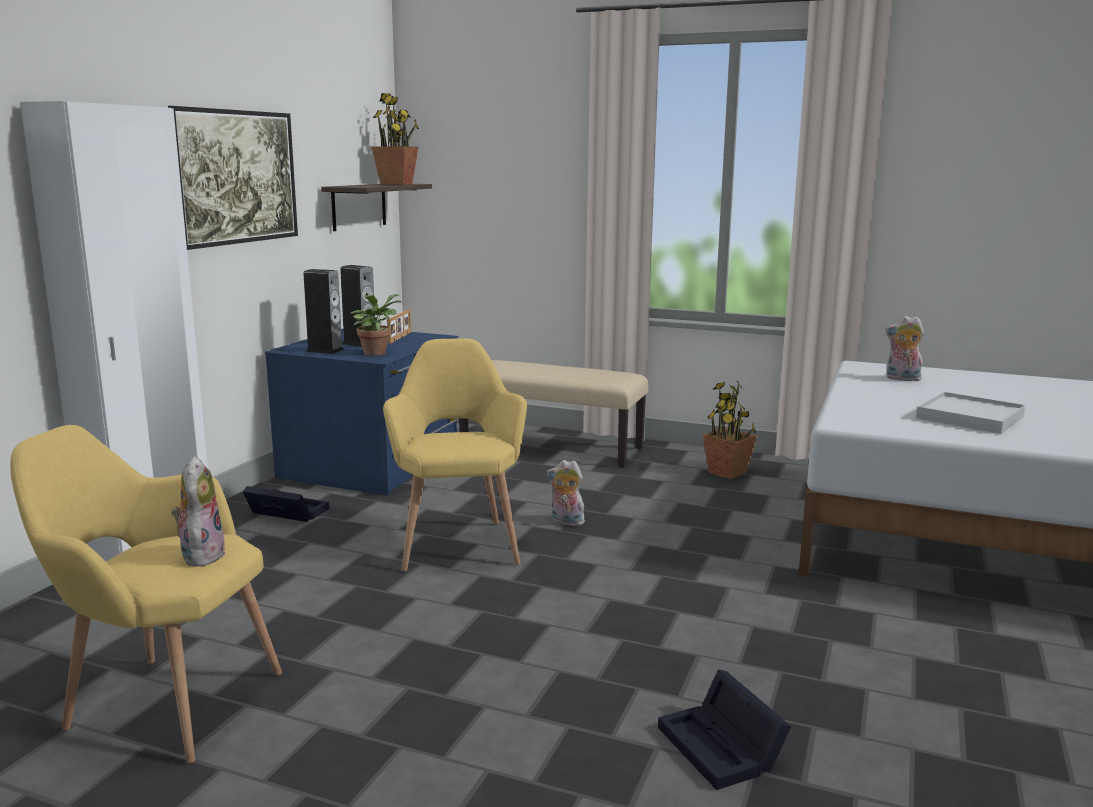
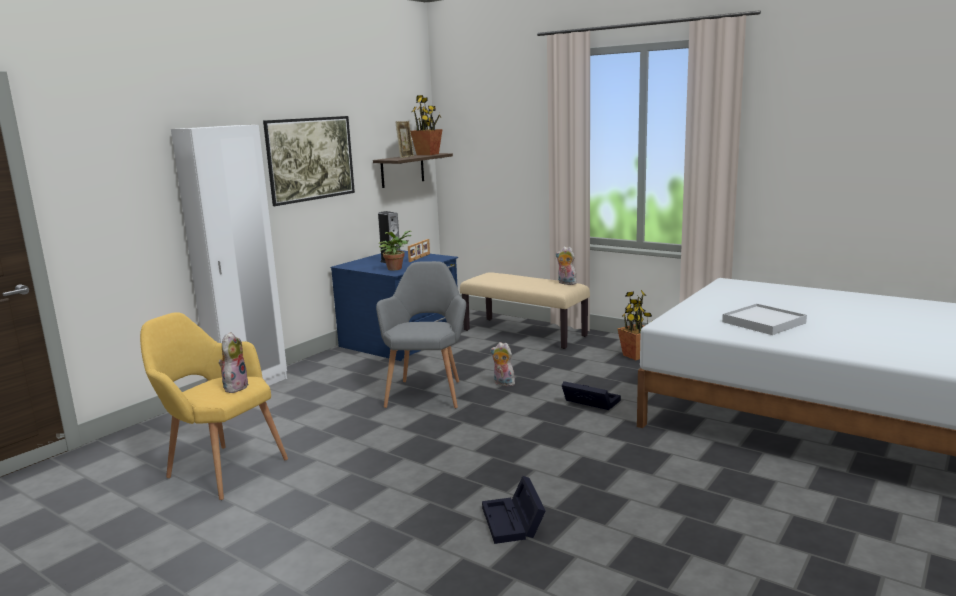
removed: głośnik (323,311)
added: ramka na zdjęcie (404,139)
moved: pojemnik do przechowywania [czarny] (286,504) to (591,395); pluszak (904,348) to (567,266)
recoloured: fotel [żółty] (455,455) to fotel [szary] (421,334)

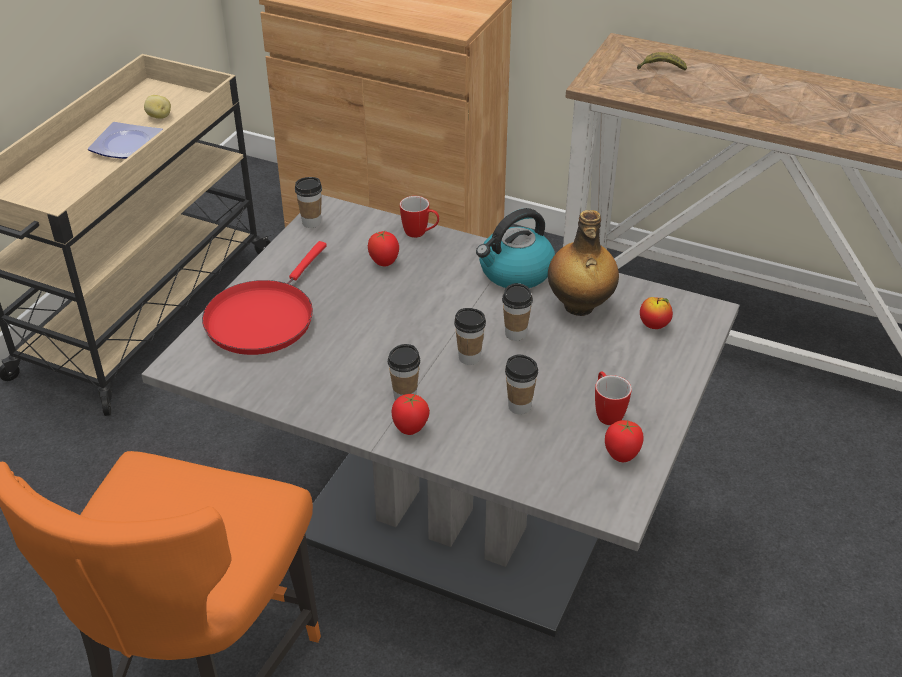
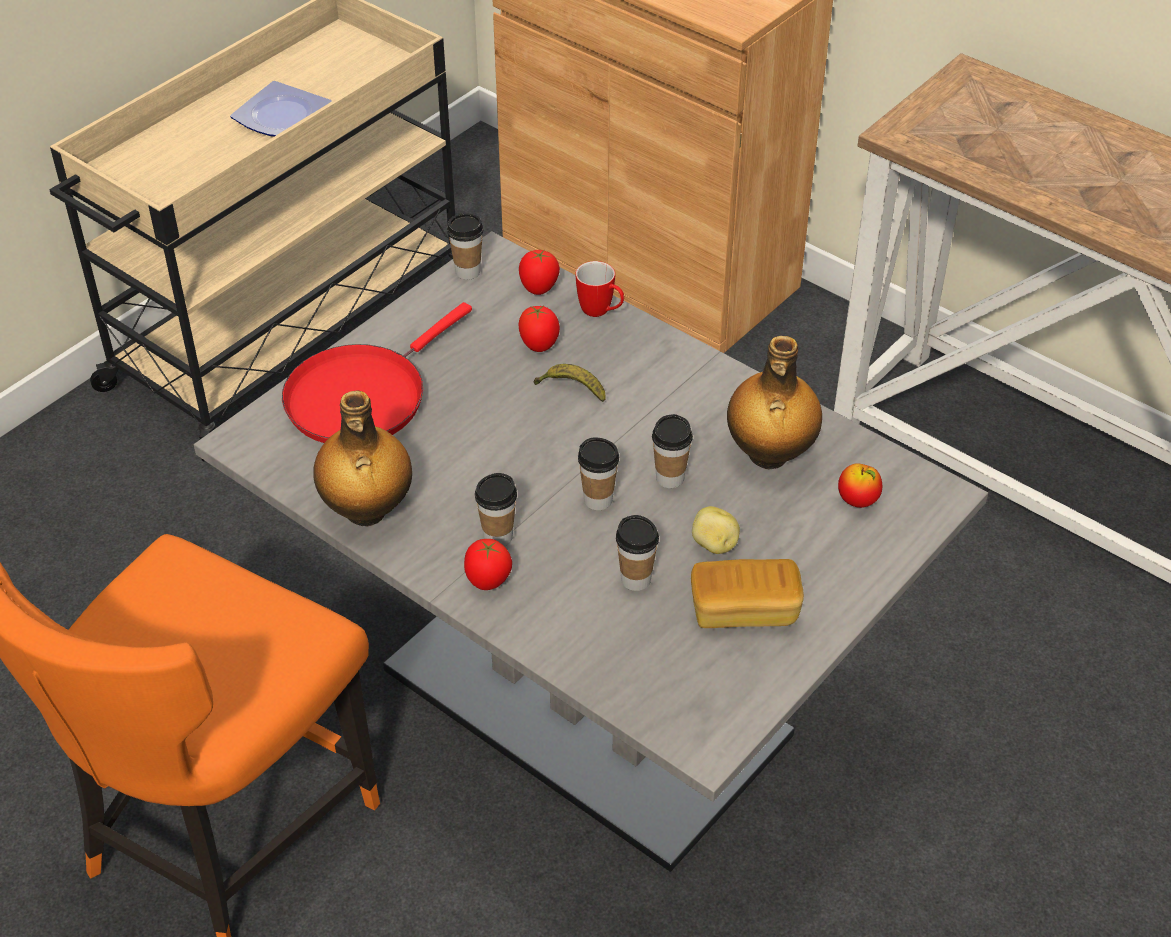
removed: czajnik (515,248)
added: butelka (362,458)
moved: ziemniak (157,107) to (716,530); pomidor (624,441) to (539,272); banan (662,61) to (570,383)
replaced: kubek (613,398) to chleb (747,593)

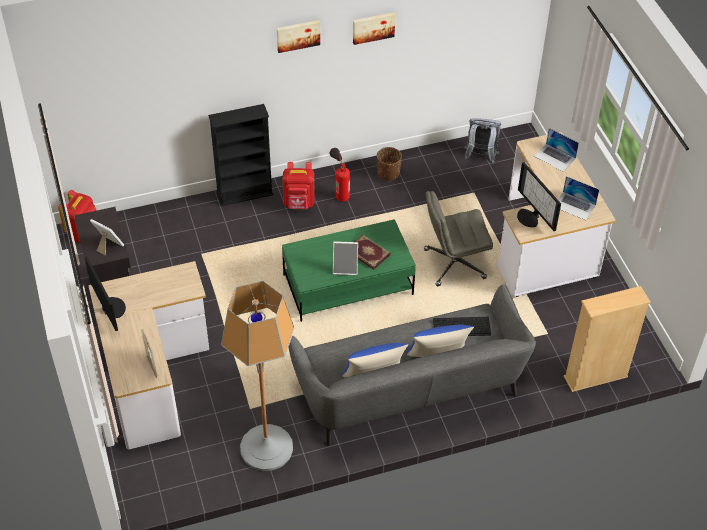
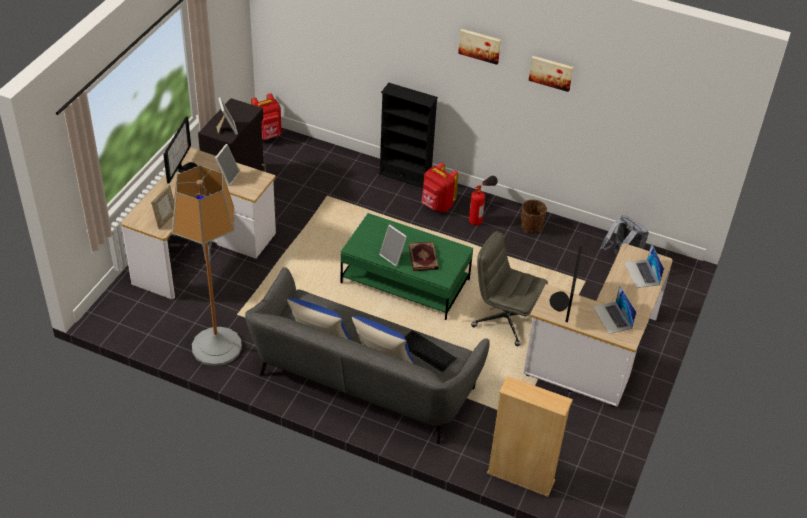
added: ramka na zdjęcie (227,165)

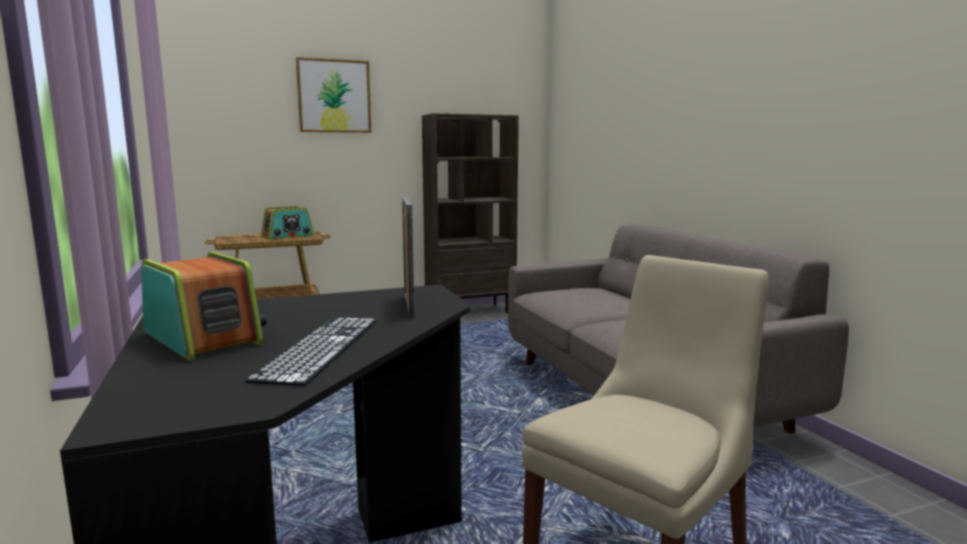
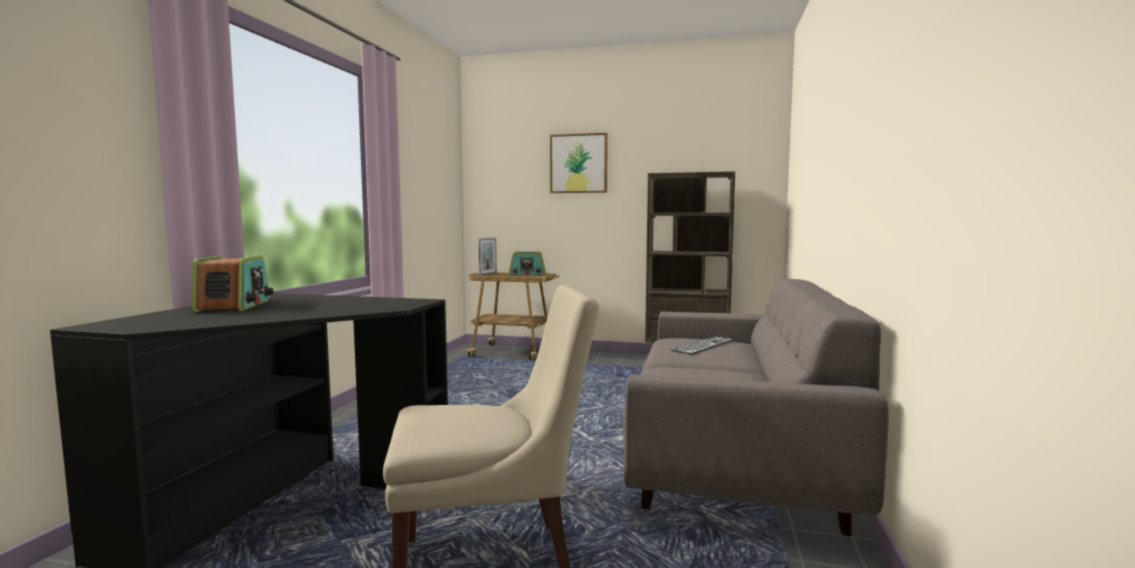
moved: klawiatura (311,352) to (702,346); ramka na zdjęcie (408,257) to (487,257)

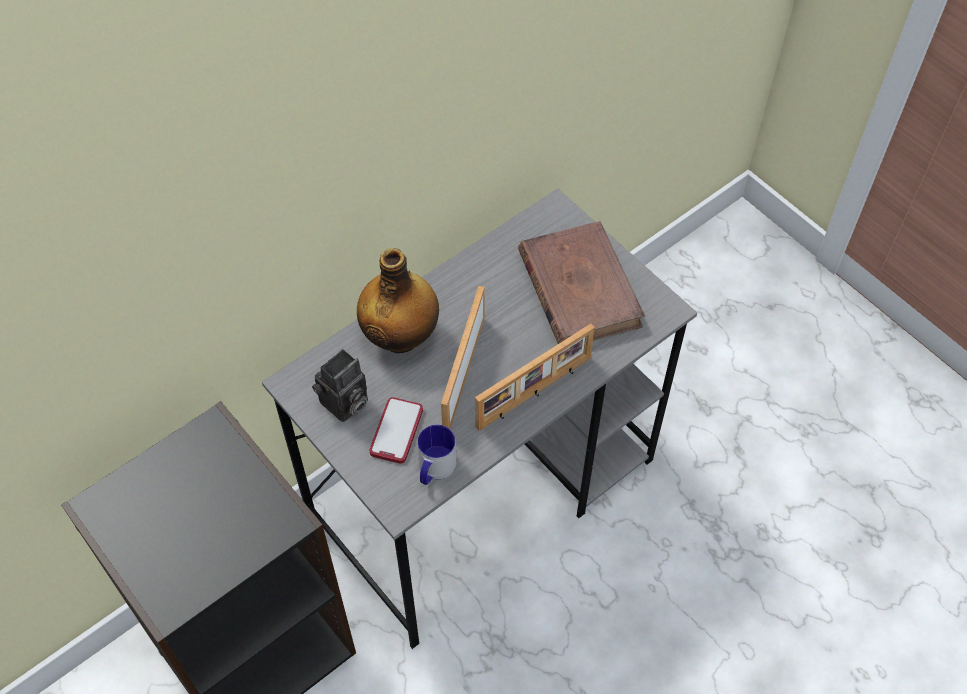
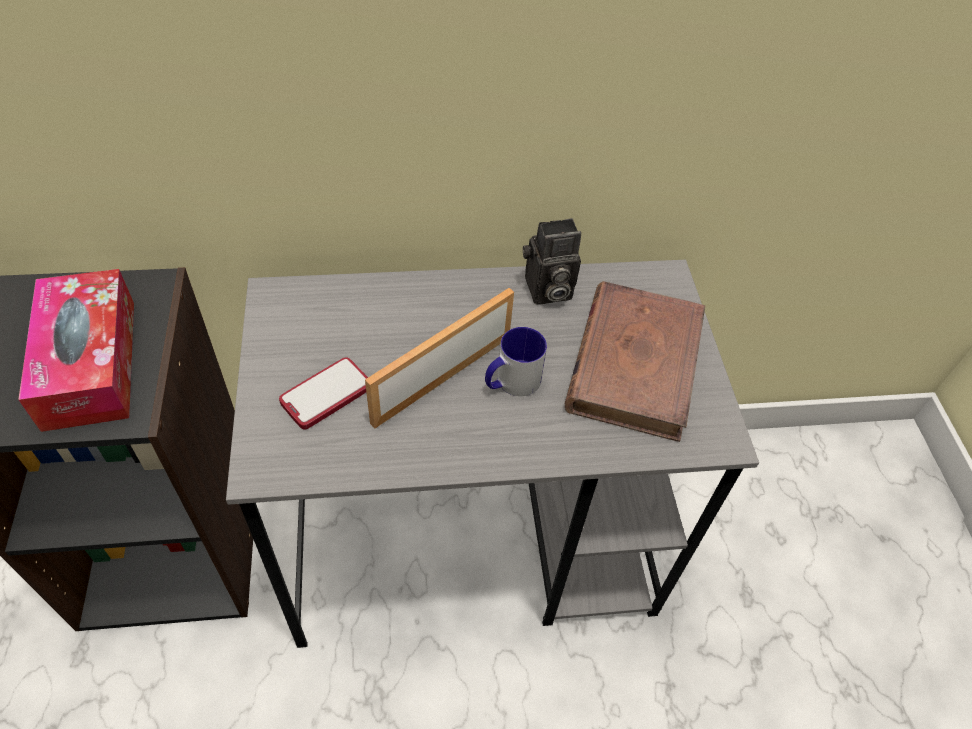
removed: butelka (398,300); ramka na zdjęcie (535,377)
added: pudełko chusteczek (76,350)
moved: aparat fotograficzny (340,385) to (552,261); kubek (437,455) to (516,361)

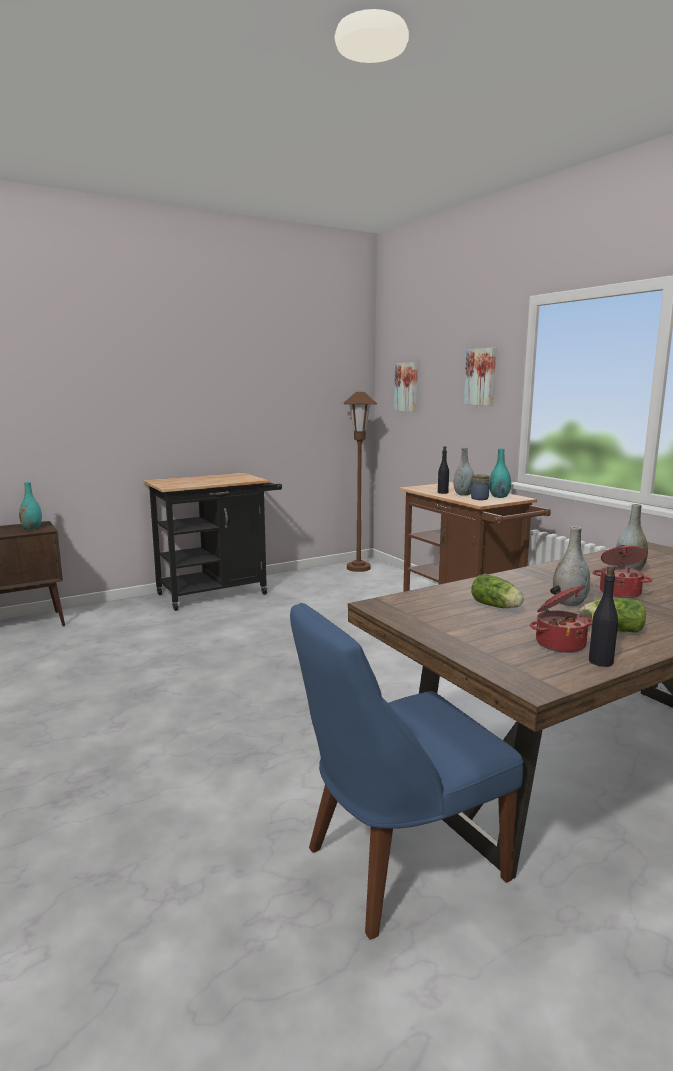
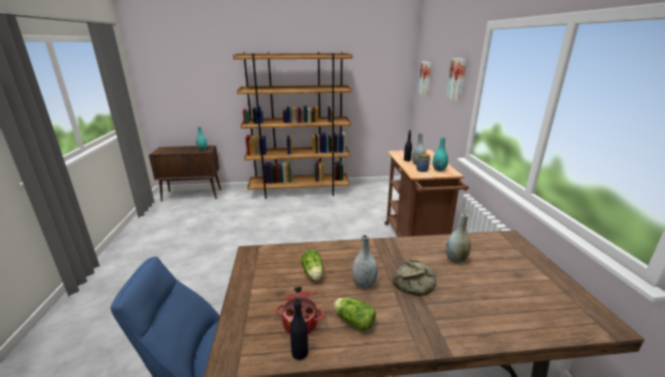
removed: lampa stojąca [brązowy] (360,482)
replaced: wózek [czarny] (213,542) to regał [brązowy] (292,125); garnek (623,571) to chleb (414,278)

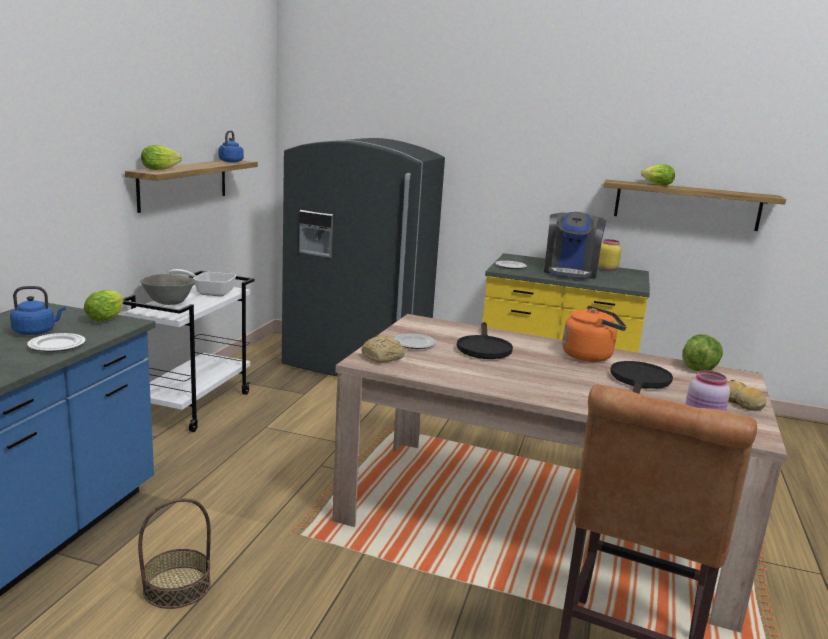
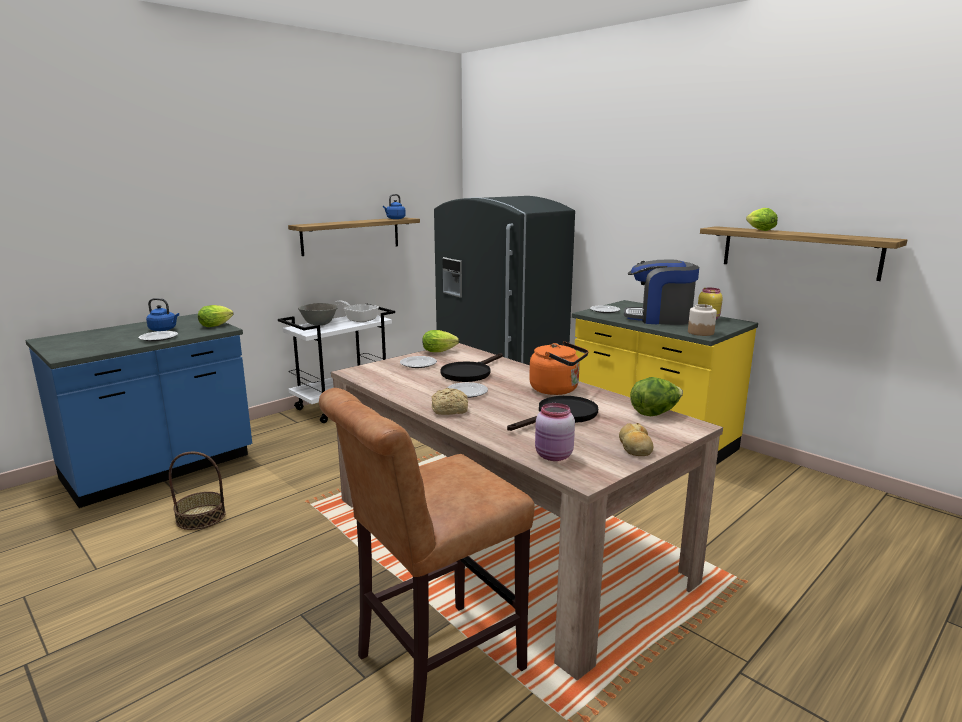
added: talerz (467,390); słoik (702,320)
moved: sałata (161,157) to (440,341); chleb (383,349) to (449,401)
turned: ekspres do kawy (575,245) = (661,292) 60 degrees clockwise

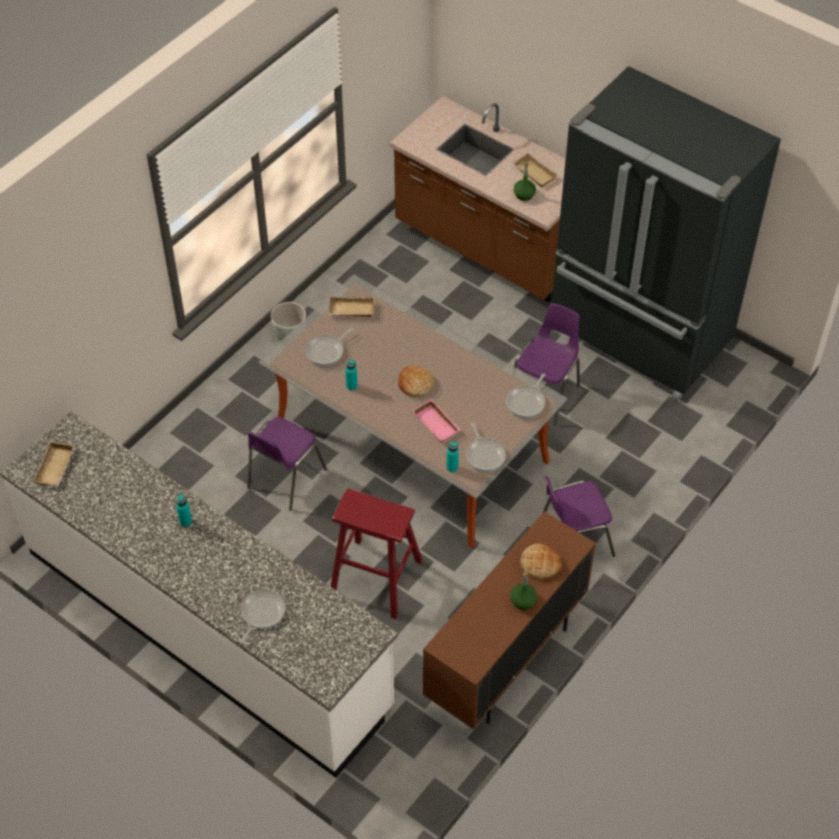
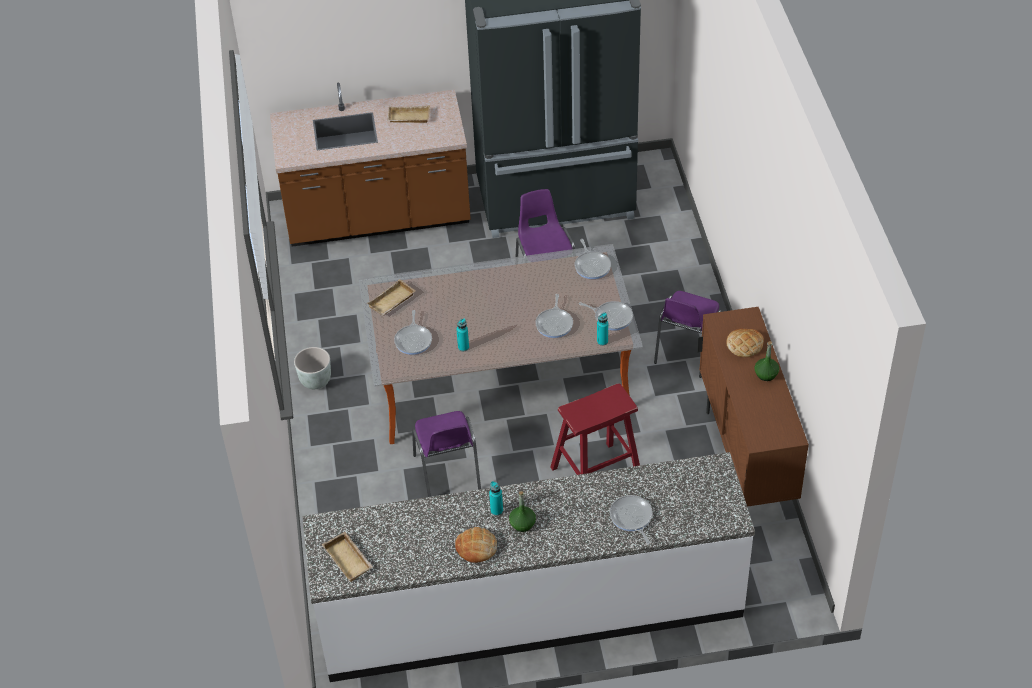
moved: chleb (416,381) to (476,545); butelka [zielony] (524,181) to (522,511)
replaced: taca [różowy] (436,421) to patelnia (554,316)

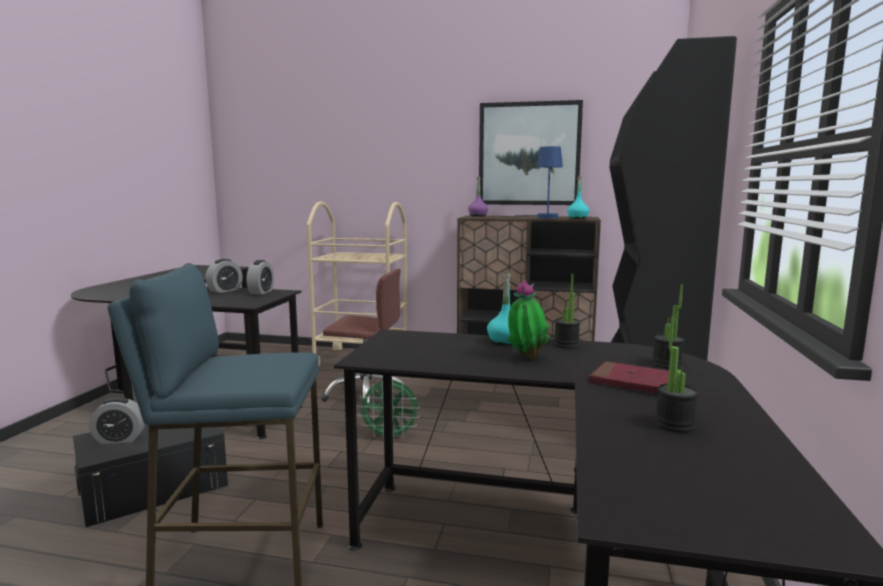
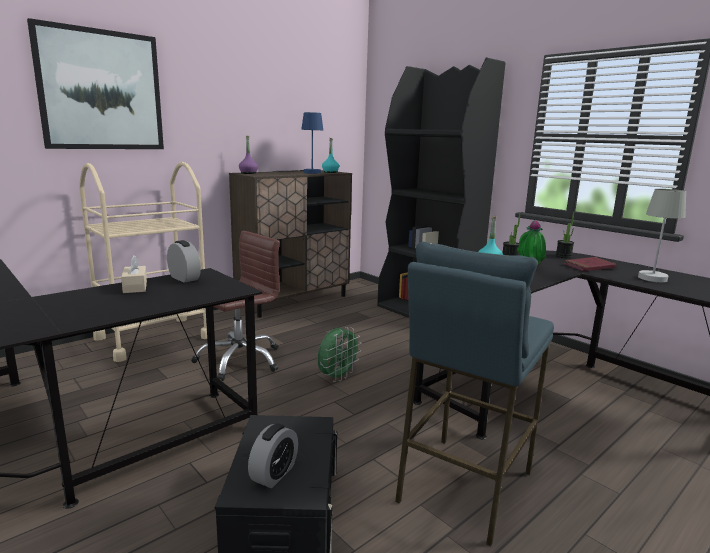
moved: obraz (531,152) to (95,83)
replaced: budzik (224,276) to pudełko chusteczek [beżowy] (134,274); roślina doniczkowa (676,374) to lampa stołowa [szary] (659,236)

